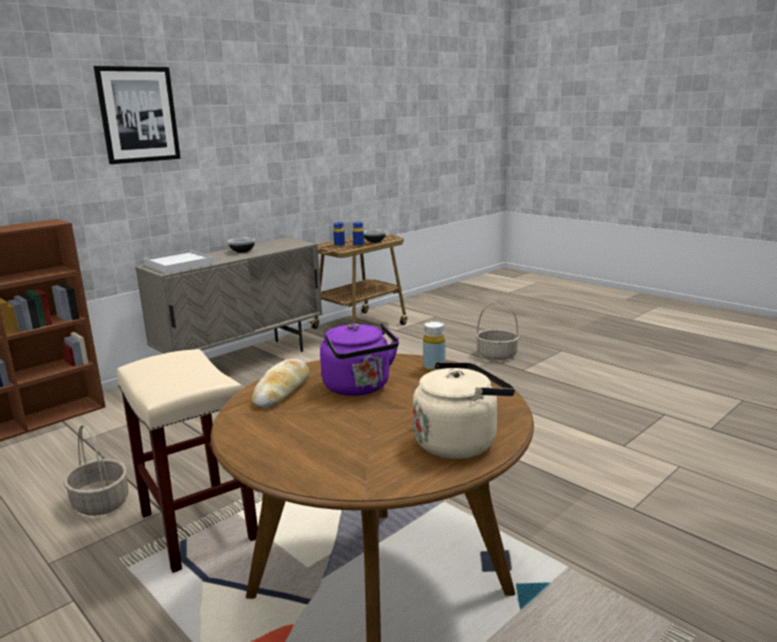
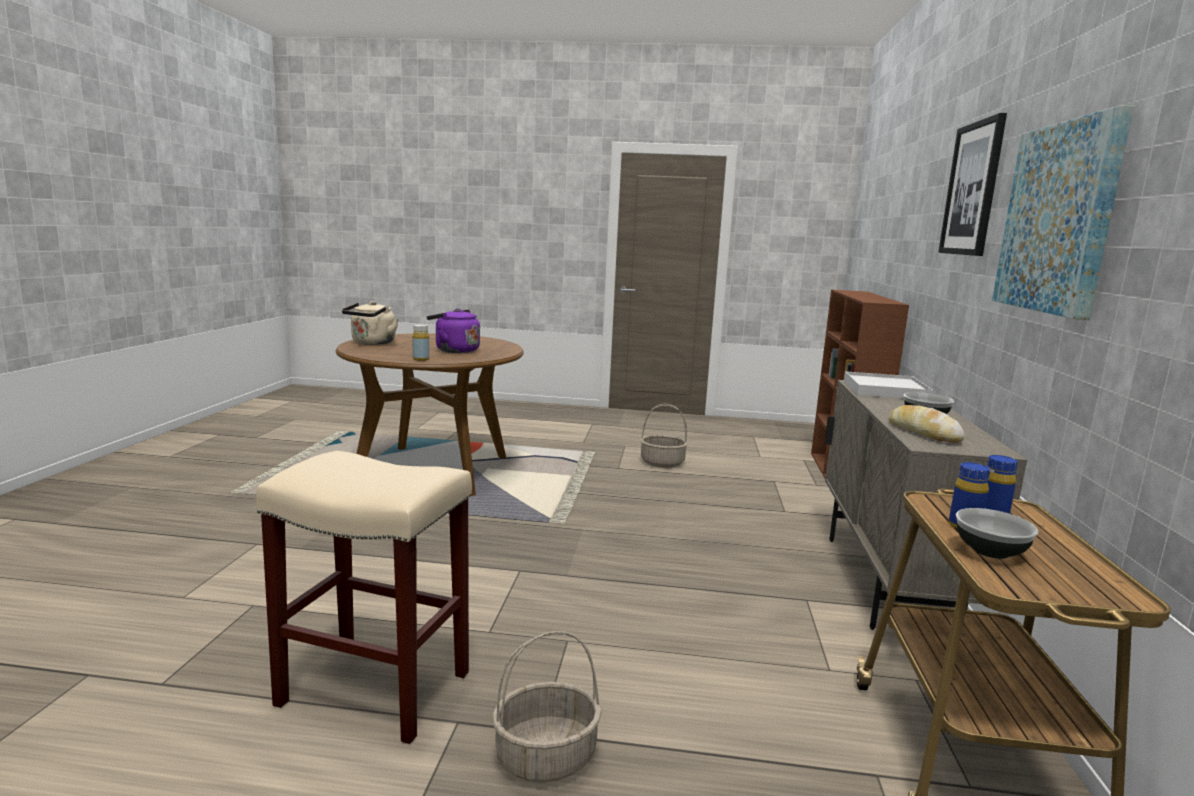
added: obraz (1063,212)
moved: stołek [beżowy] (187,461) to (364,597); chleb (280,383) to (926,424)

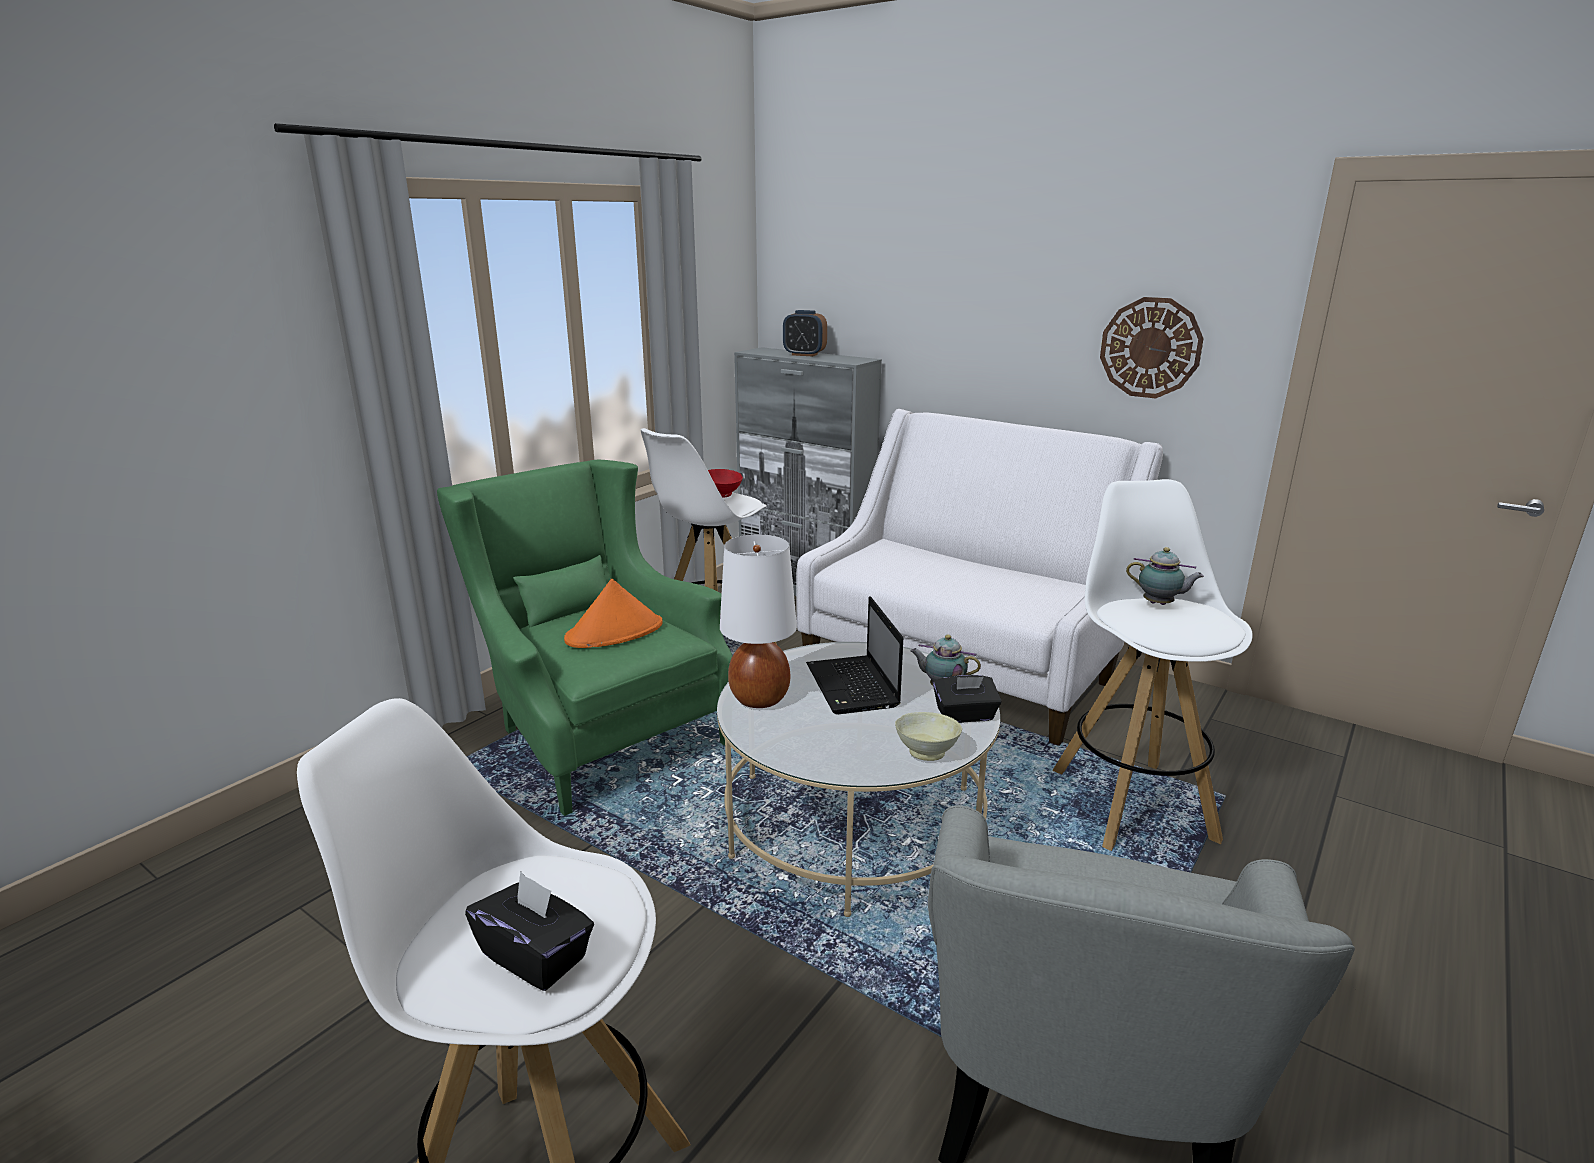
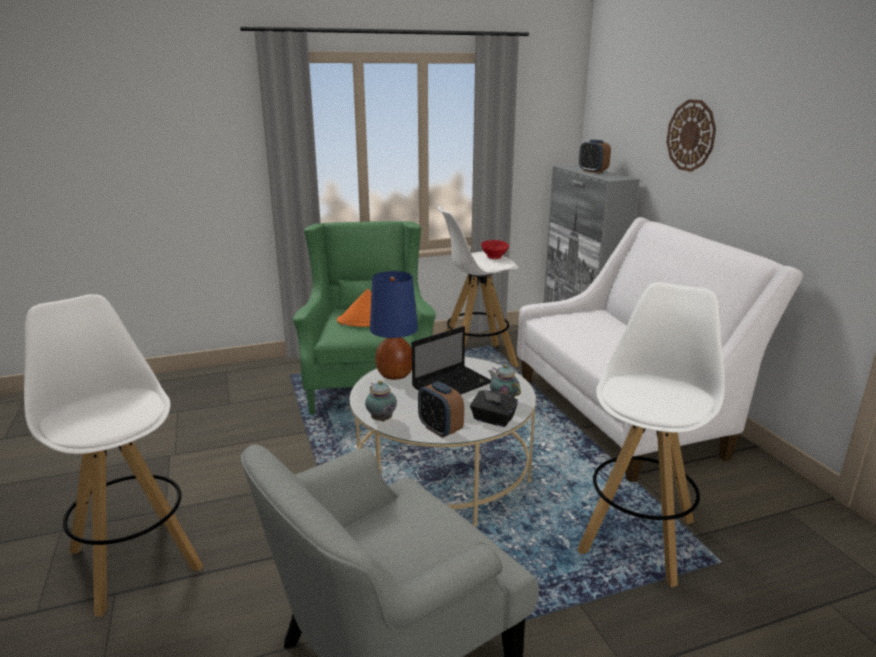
removed: pudełko chusteczek [czarny] (529,931)
moved: zegar ścienny (1152,347) to (691,135); imbryk (1165,576) to (381,401)
replaced: miska [beżowy] (928,736) to budzik (441,409)
recoloured: lampa stołowa [biały] (758,621) to lampa stołowa [niebieski] (394,325)
turned: laptop (854,655) = (451,360) 150 degrees counterclockwise

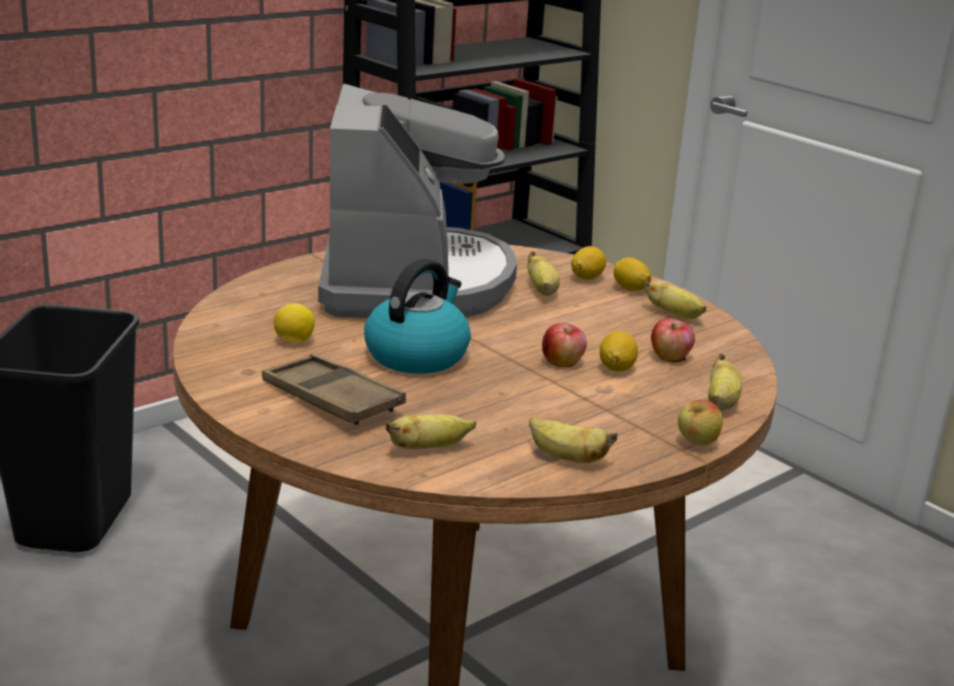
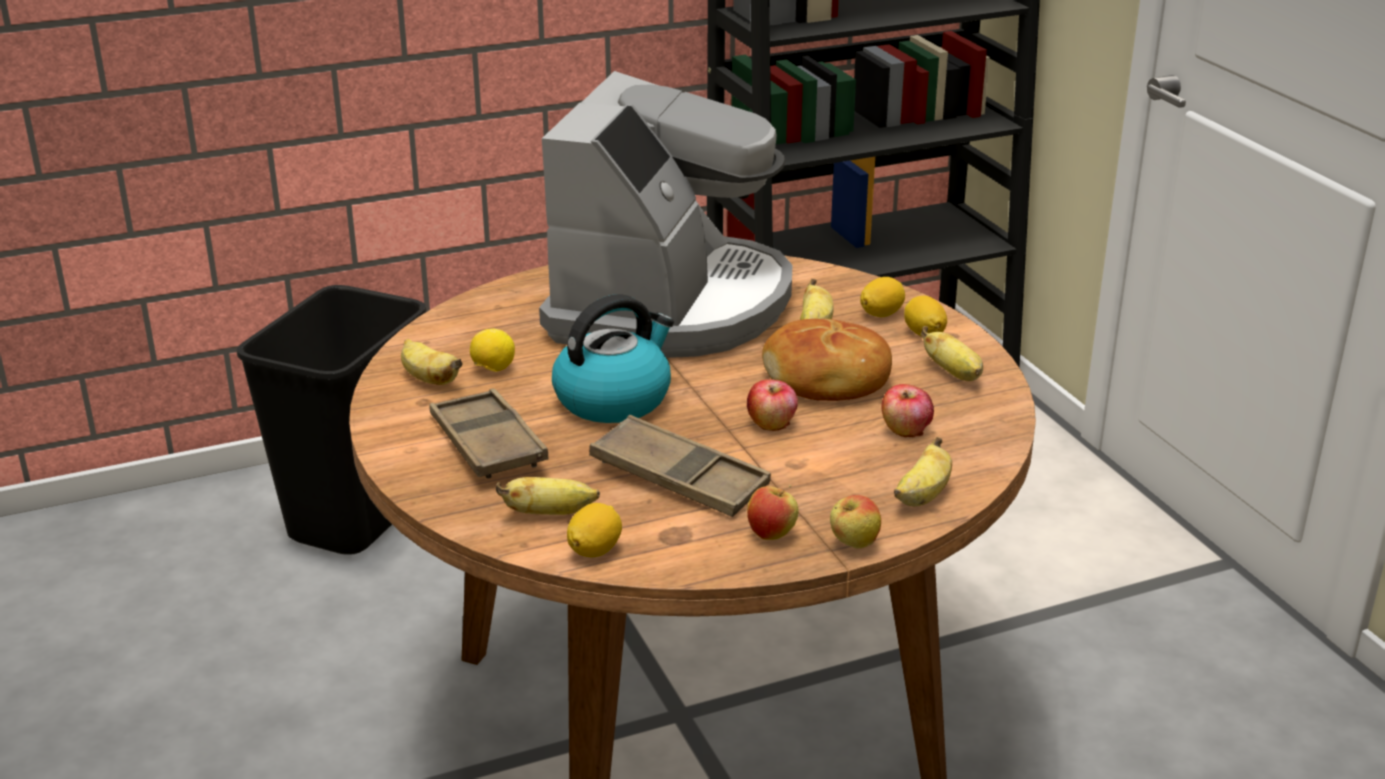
added: taca [brązowy] (680,466); jabłko (773,512); chleb (827,360)
moved: banan (573,440) to (432,361); cytryna (619,351) to (594,530)

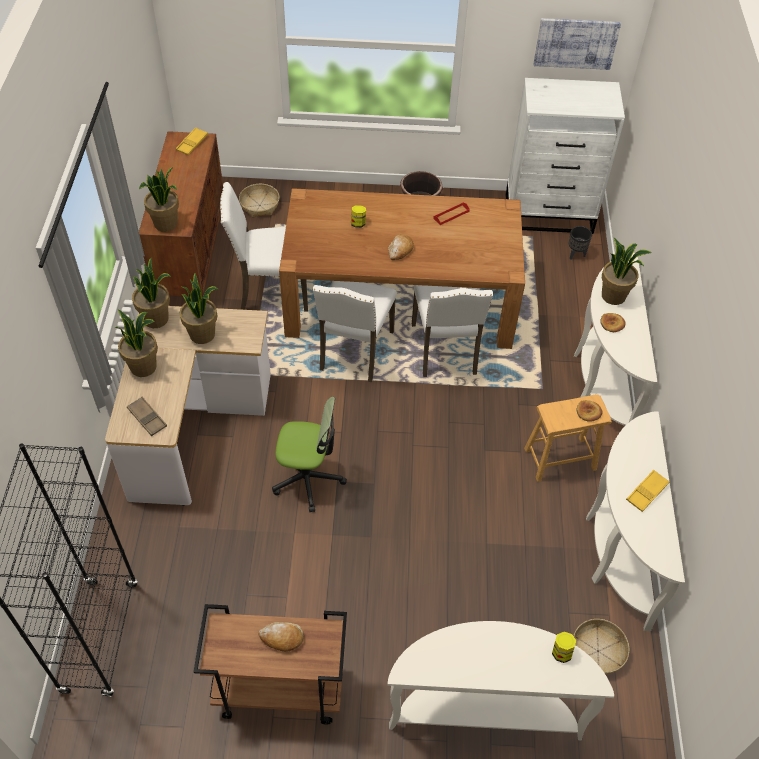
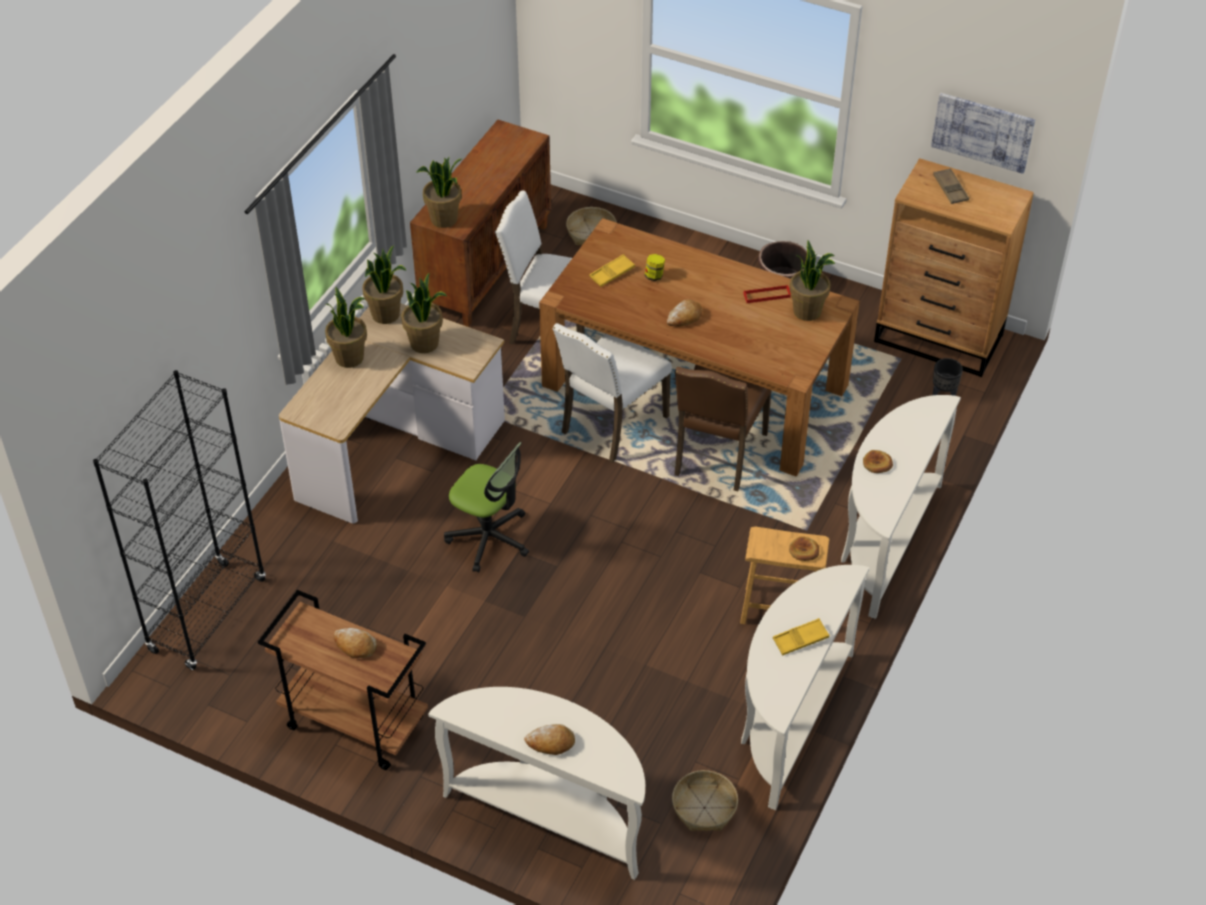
removed: słoik (564,647)
added: chleb (549,739)
moved: taca [brązowy] (147,416) to (951,186); taca [żółty] (192,141) to (612,270); roślina doniczkowa (627,271) to (812,281)
recoloured: krzesło [biały] (452,331) to krzesło [brązowy] (723,428); komoda [biały] (565,156) to komoda [brązowy] (954,267)

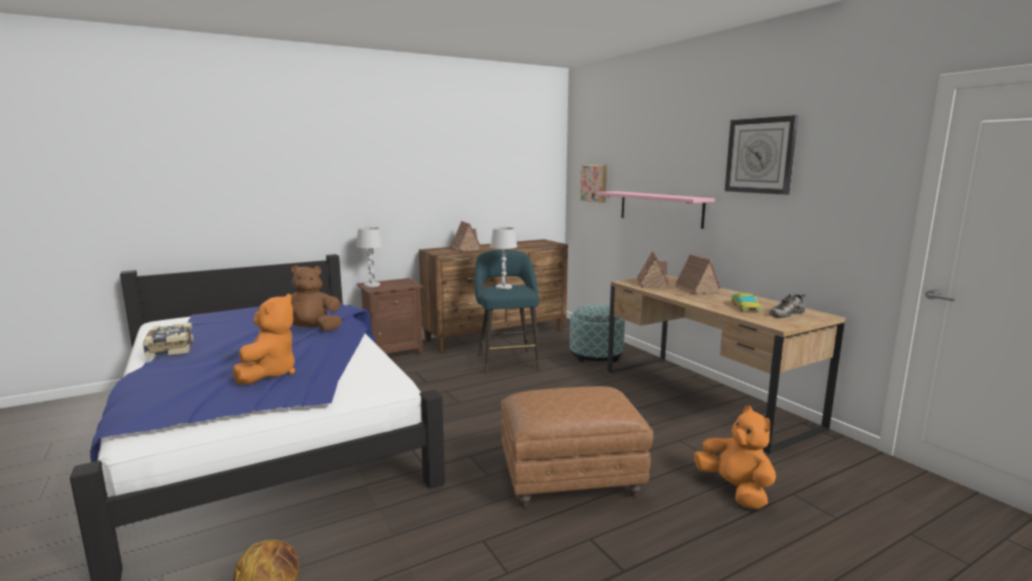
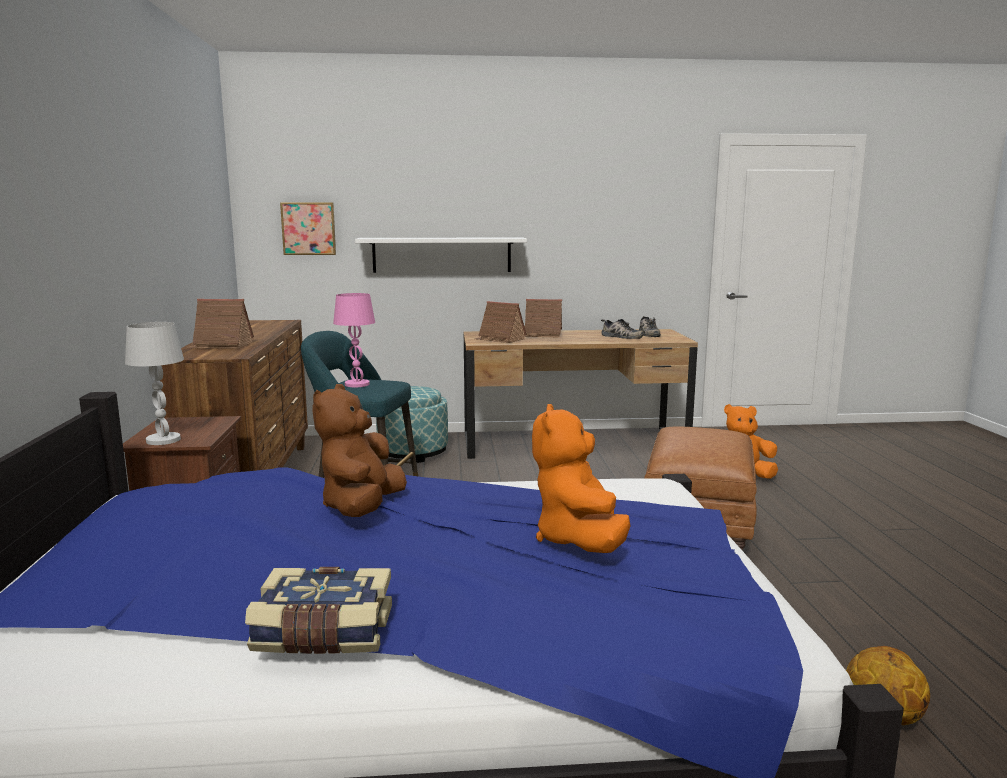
removed: zegar ścienny (761,155)
replaced: samochodzik (746,302) to but (622,329)
recoloured: lampa stołowa [biały] (503,258) to lampa stołowa [różowy] (354,340); półka [różowy] (656,210) to półka [biały] (441,255)
turned: pluszak [pomarańczowy] (264,339) = (581,478) 120 degrees counterclockwise

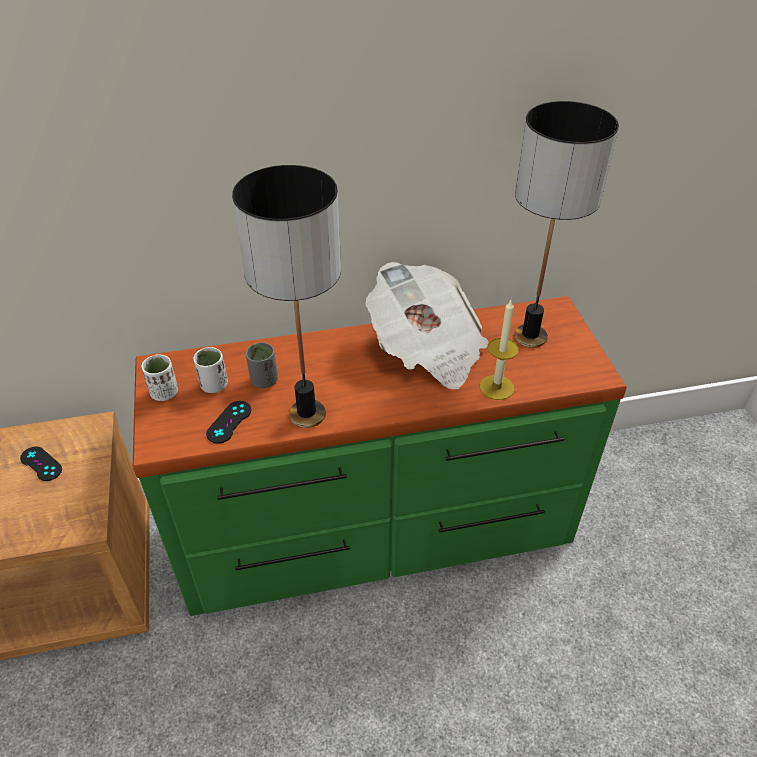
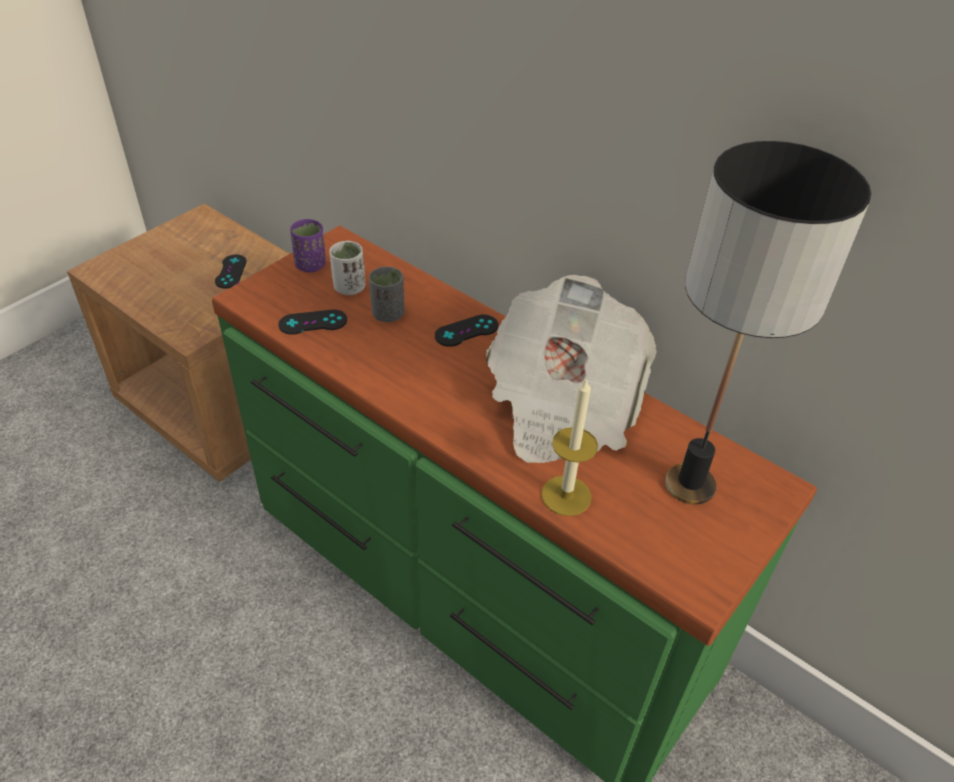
removed: lampa stołowa (286,296)
added: pad do gier [czarny] (466,331)
recoloured: filiżanka [biały] (160,377) to filiżanka [fioletowy] (308,245)

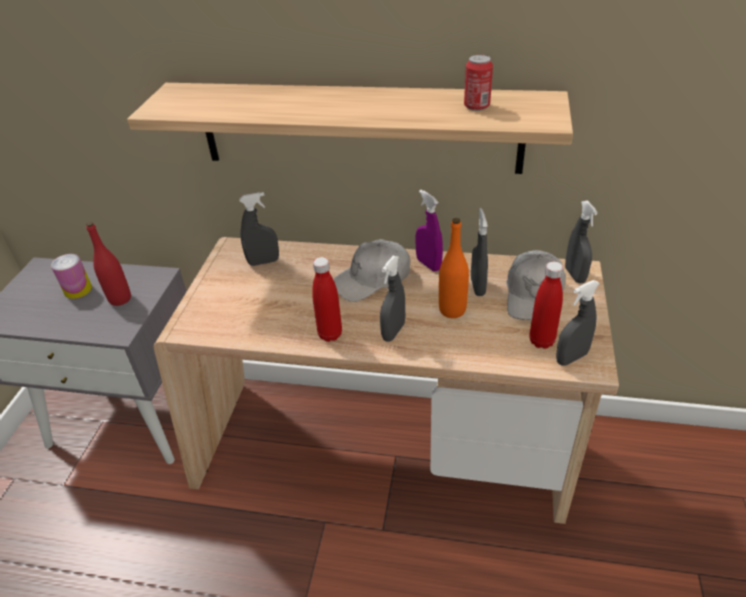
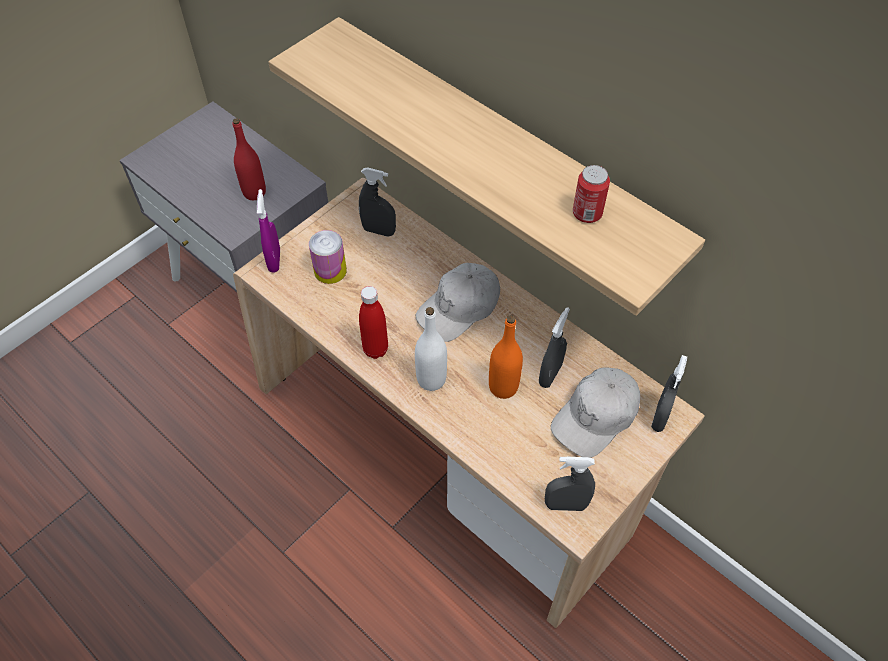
removed: butelka [czerwony] (546,305)
moved: puszka (71,276) to (328,257); spryskiwacz [fioletowy] (429,231) to (268,231)
replaced: spryskiwacz [szary] (392,298) to butelka [biały] (431,349)
turned: czapka z daszkiem [biały] (371,270) = (458,302) 45 degrees counterclockwise

